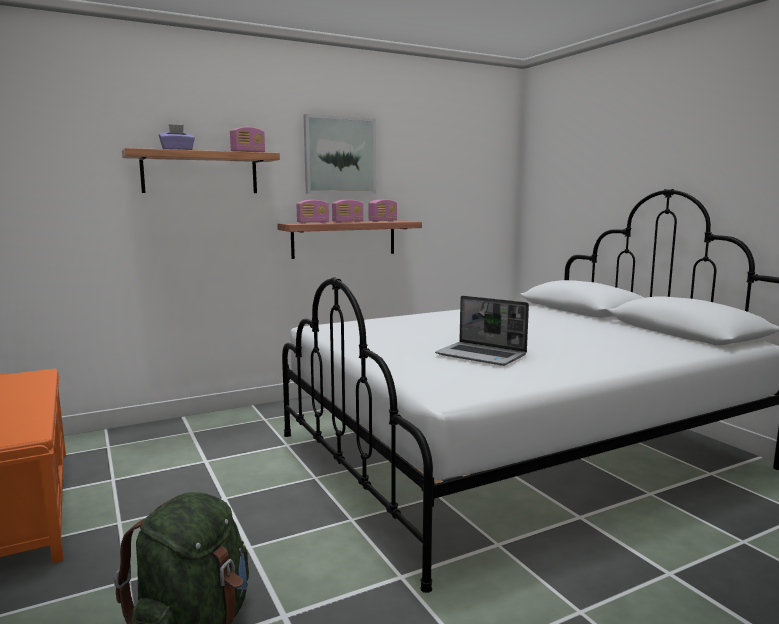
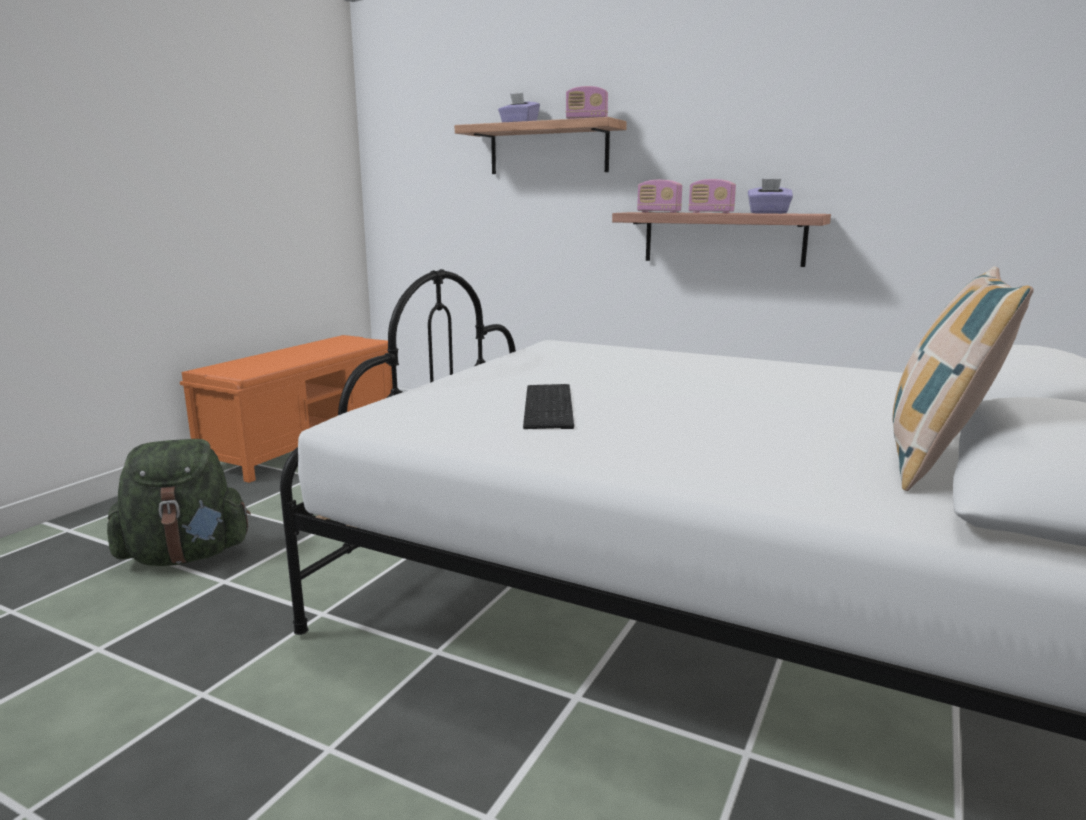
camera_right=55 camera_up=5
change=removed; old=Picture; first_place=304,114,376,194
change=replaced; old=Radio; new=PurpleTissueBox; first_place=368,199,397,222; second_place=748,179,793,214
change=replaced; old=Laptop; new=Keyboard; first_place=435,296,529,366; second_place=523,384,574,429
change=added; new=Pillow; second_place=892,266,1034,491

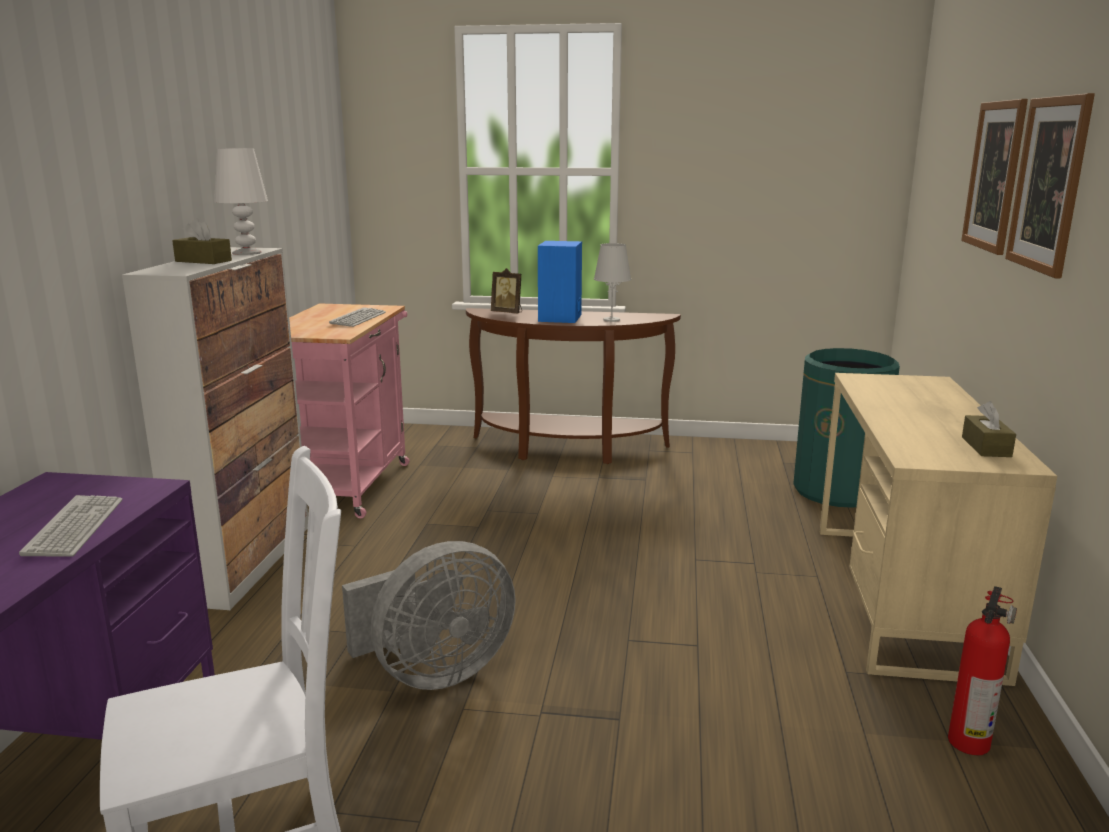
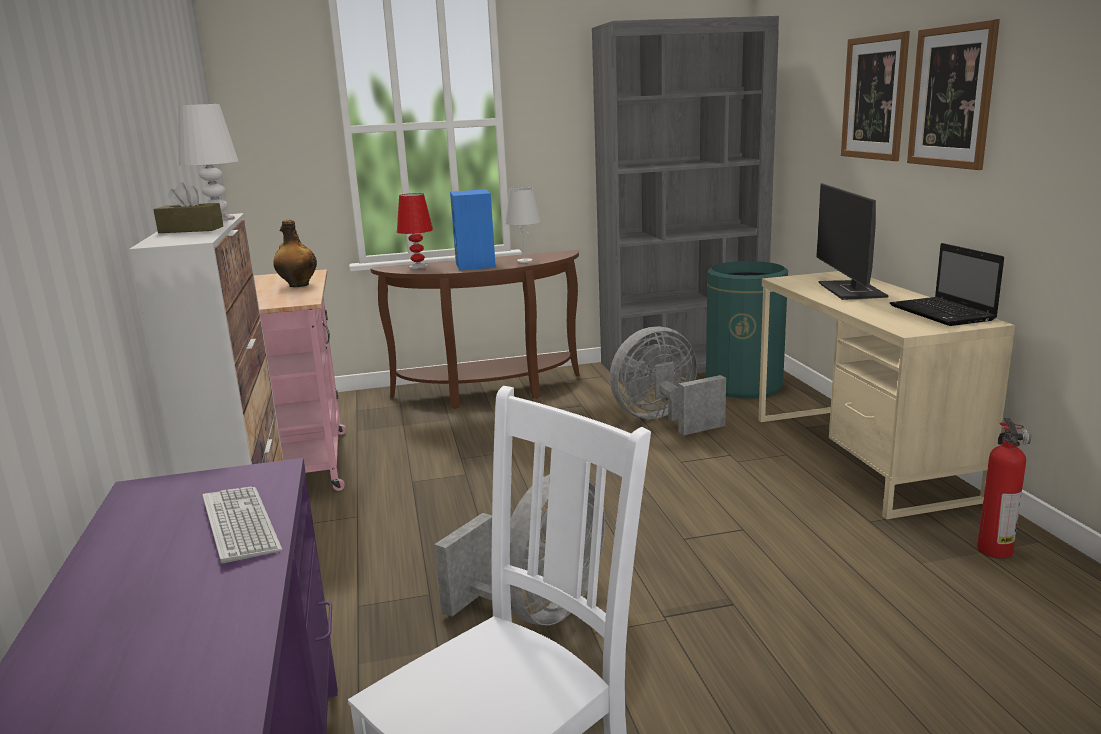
camera_right=-20 camera_up=0
change=replaced; old=Keyboard; new=Bottle; first_place=329,307,386,327; second_place=273,220,317,287
change=replaced; old=PictureFrame; new=RedTableLamp; first_place=491,268,522,313; second_place=397,193,433,269
change=replaced; old=BrownTissueBox; new=Laptop; first_place=962,401,1016,457; second_place=890,243,1004,326
change=added; new=GreyBookcase; second_place=592,16,779,382
change=added; new=GreyFan; second_place=610,326,726,435
change=added; new=Monitor; second_place=816,183,889,300

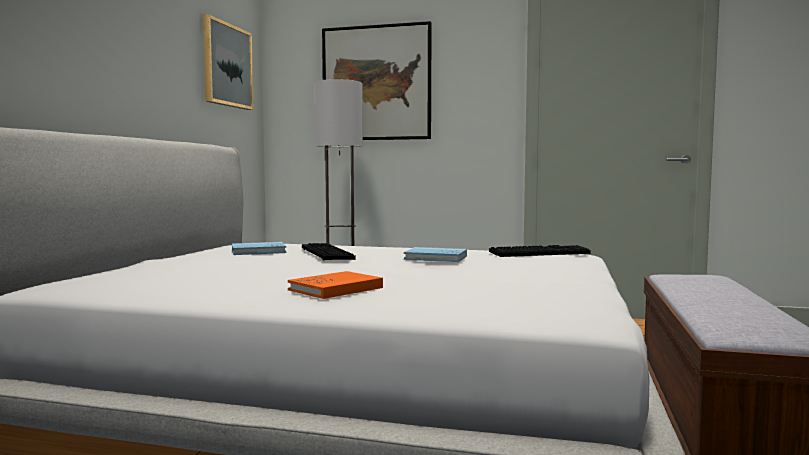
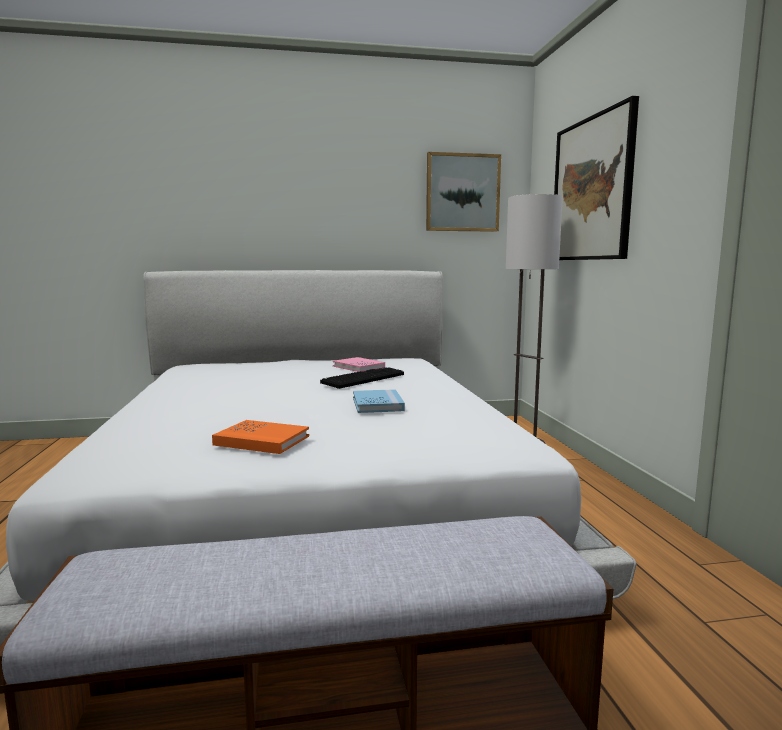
camera_right=65 camera_up=5
change=recoloured; old=BlueBook; new=PinkBook; first_place=232,242,286,255; second_place=333,357,385,372
change=moved; old=OrangeBook; first_place=288,271,383,299; second_place=212,420,309,454
change=removed; old=Keyboard; first_place=489,245,591,257

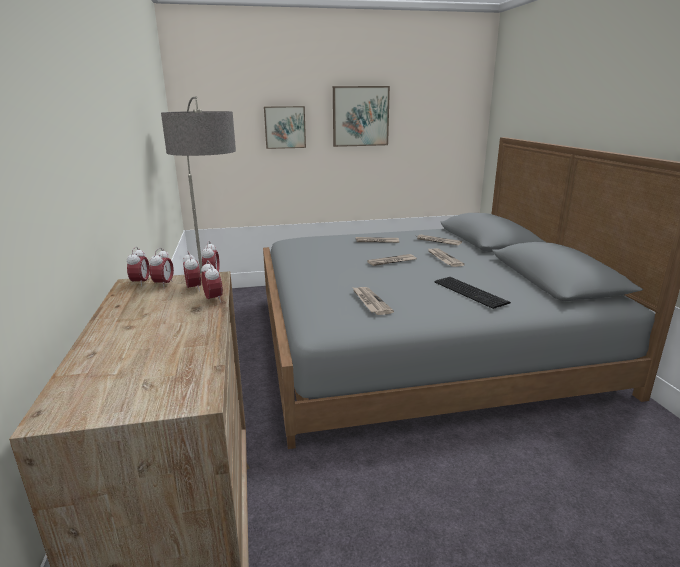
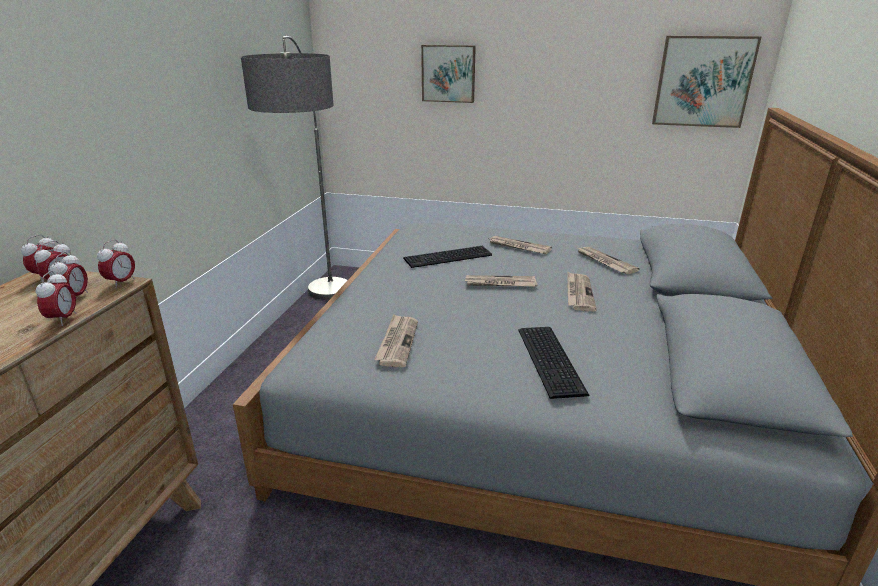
camera_right=25 camera_up=5
change=moved; old=Picture; first_place=333,86,390,147; second_place=652,36,761,128
change=added; new=Keyboard; second_place=403,246,492,268

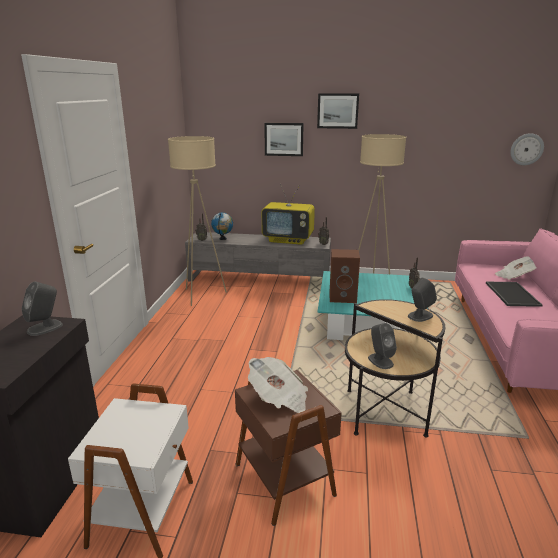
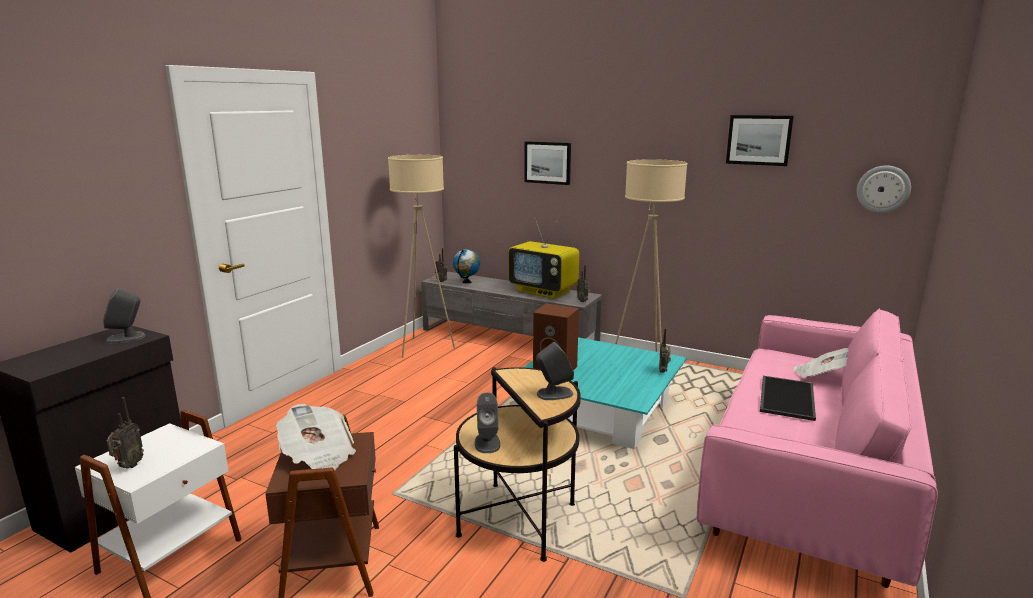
camera_right=20 camera_up=-5
change=moved; old=Picture; first_place=317,93,359,129; second_place=726,115,794,166
change=added; new=Radio; second_place=107,397,144,469

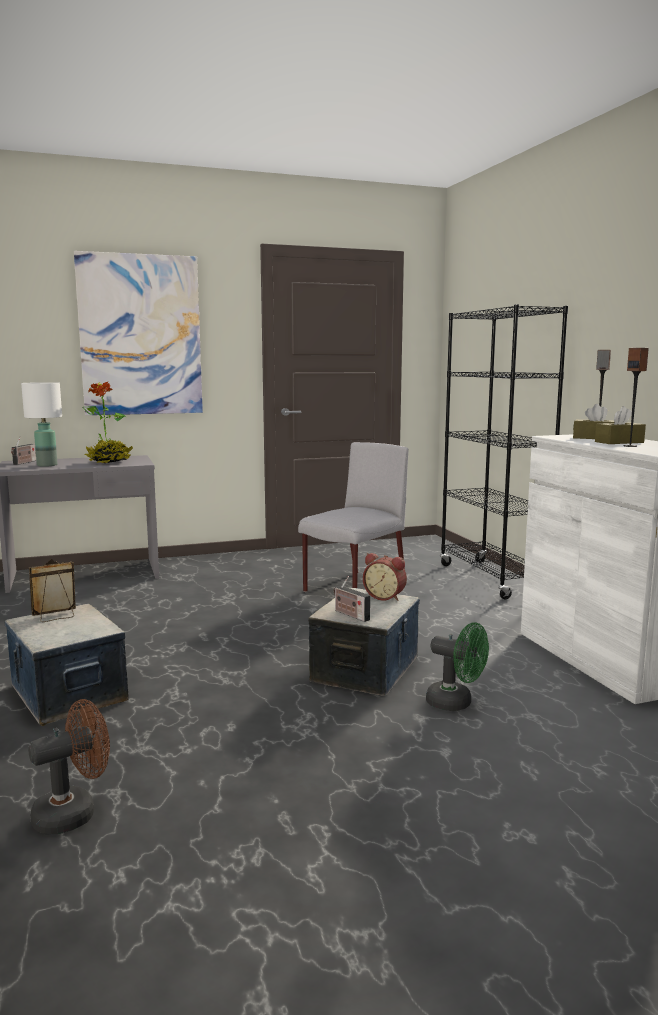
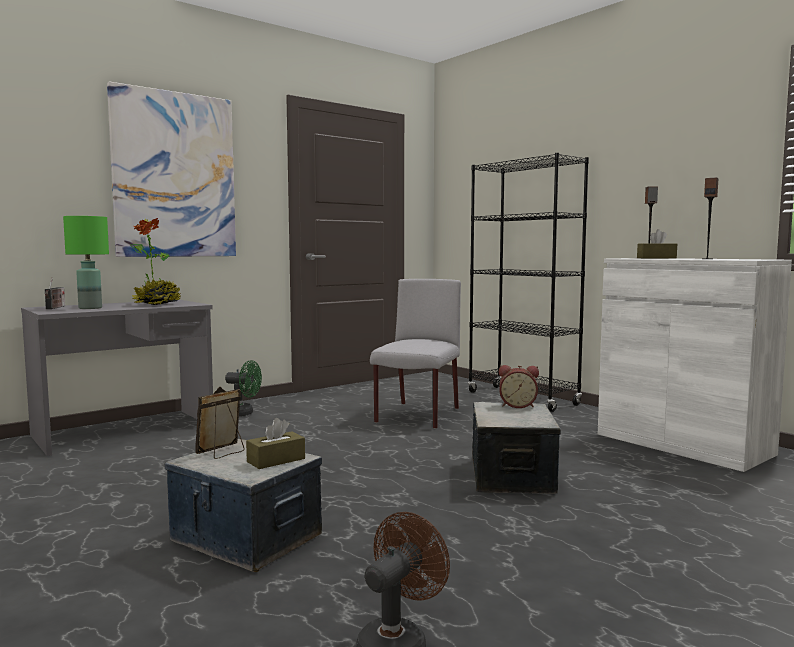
camera_right=-20 camera_up=-5
change=recoloured; old=WhiteTableLamp; new=GreenTableLamp; first_place=21,382,62,467; second_place=63,216,109,309
change=removed; old=Radio; first_place=334,576,370,622
change=moved; old=GreenFan; first_place=426,623,489,711; second_place=225,360,262,416
change=moved; old=BrownTissueBox; first_place=595,406,646,444; second_place=246,418,305,469

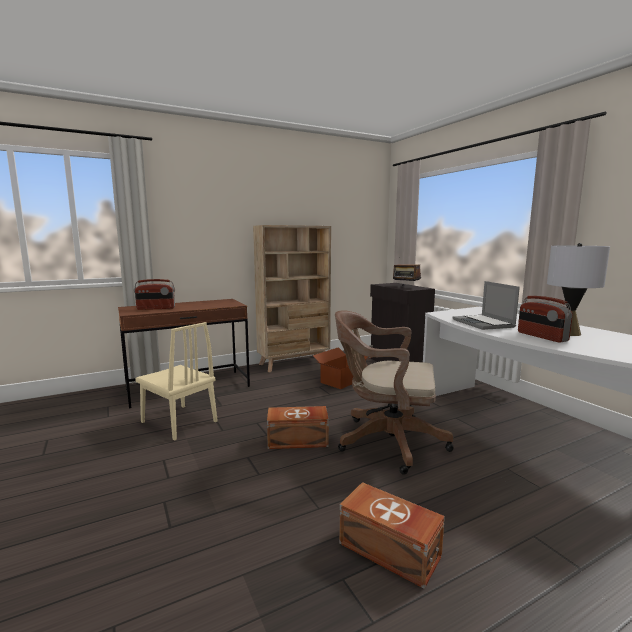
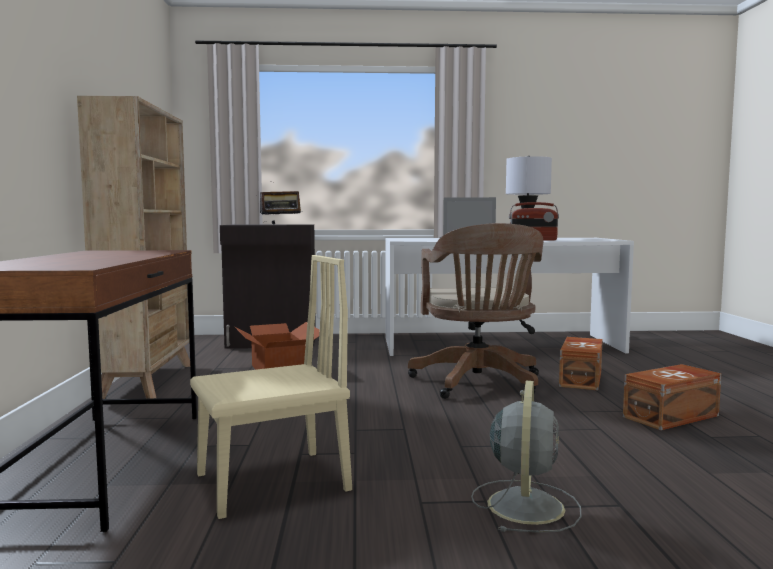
camera_right=-65 camera_up=-5
change=removed; old=Radio; first_place=134,279,175,310
change=moved; old=BrownStorageBox; first_place=267,406,329,449; second_place=559,337,603,390
change=turned; old=BrownOfficeChair; first_place=335,310,454,475; second_place=408,223,543,399; degrees=-45
change=added; new=GreyFan; second_place=471,381,581,533

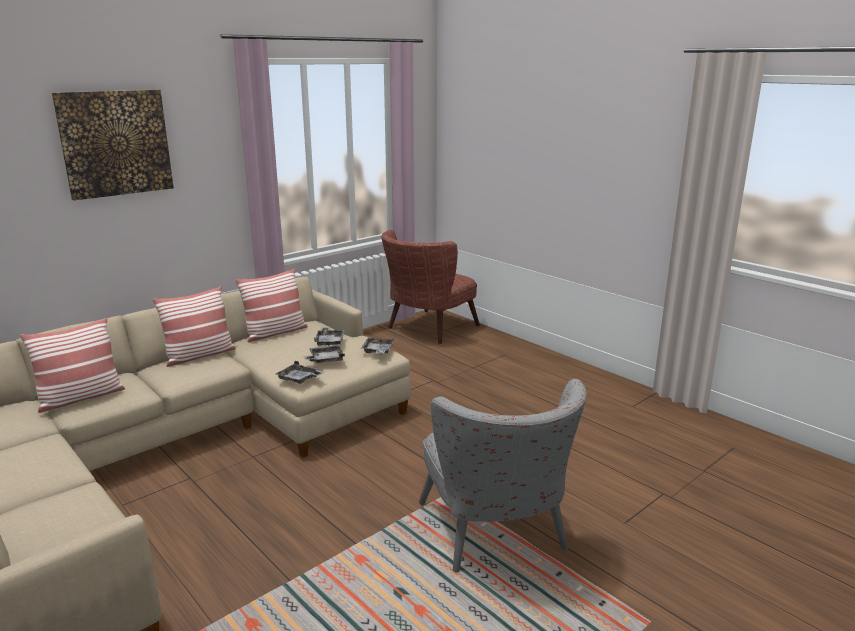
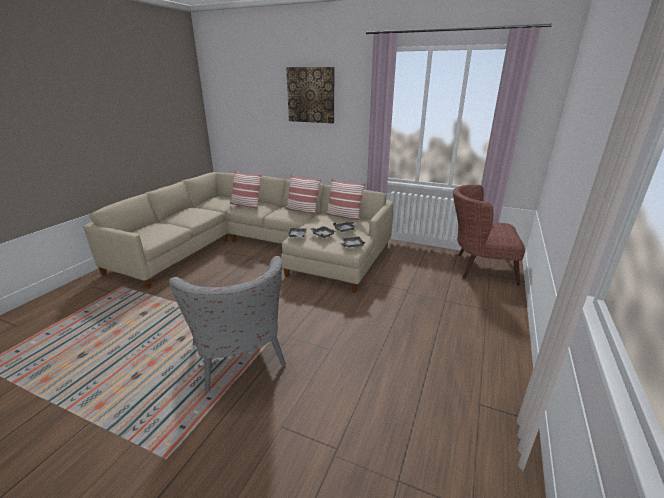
camera_right=65 camera_up=5
change=turned; old=GreyArmchair; first_place=419,379,587,572; second_place=169,256,286,392; degrees=-75

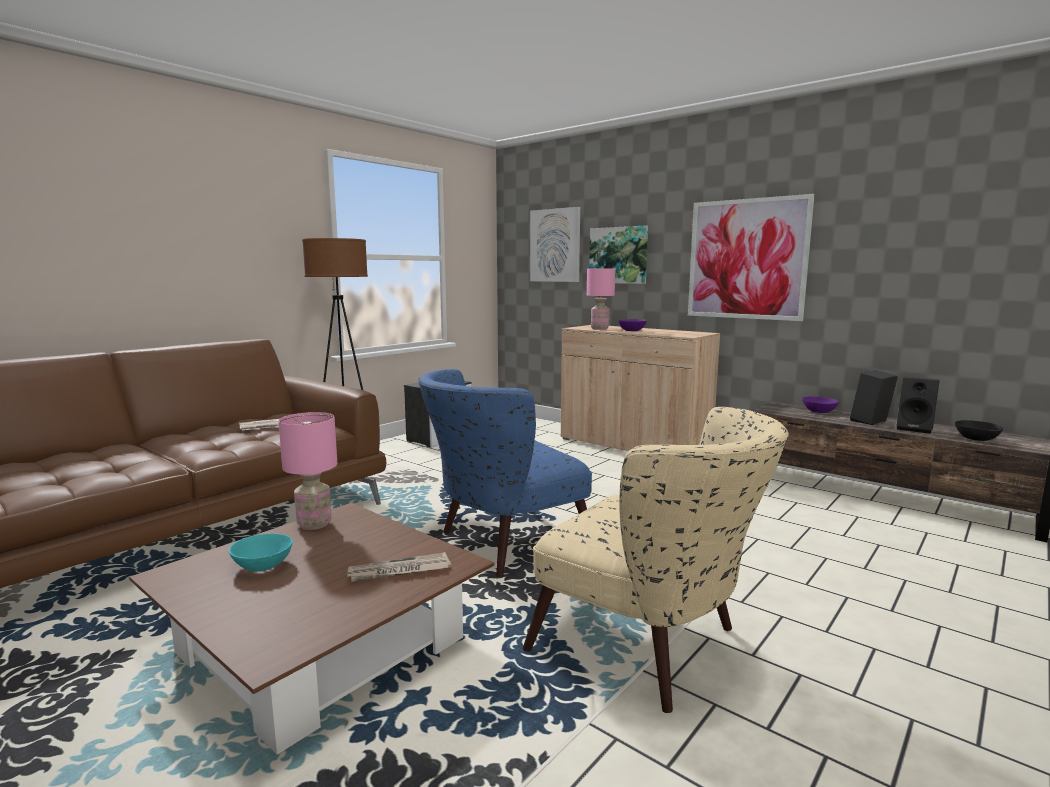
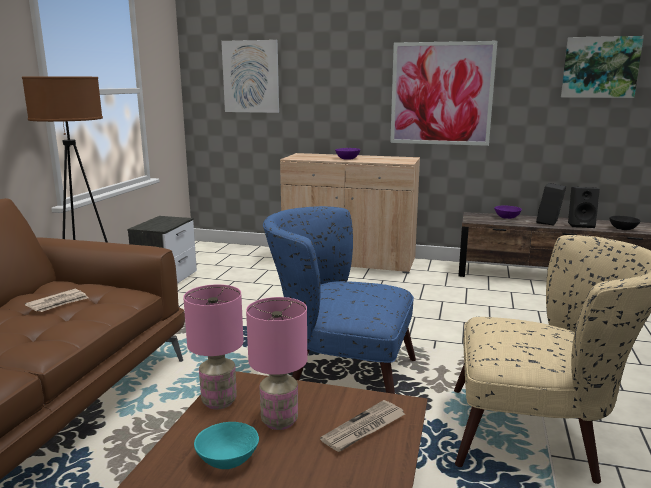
camera_right=-25 camera_up=5
change=turned; old=BlueArmchair; first_place=418,369,592,577; second_place=263,206,416,394; degrees=75
change=moved; old=PinkTableLamp; first_place=587,269,615,330; second_place=246,297,307,430
change=moved; old=Picture; first_place=589,225,648,284; second_place=561,36,644,98

